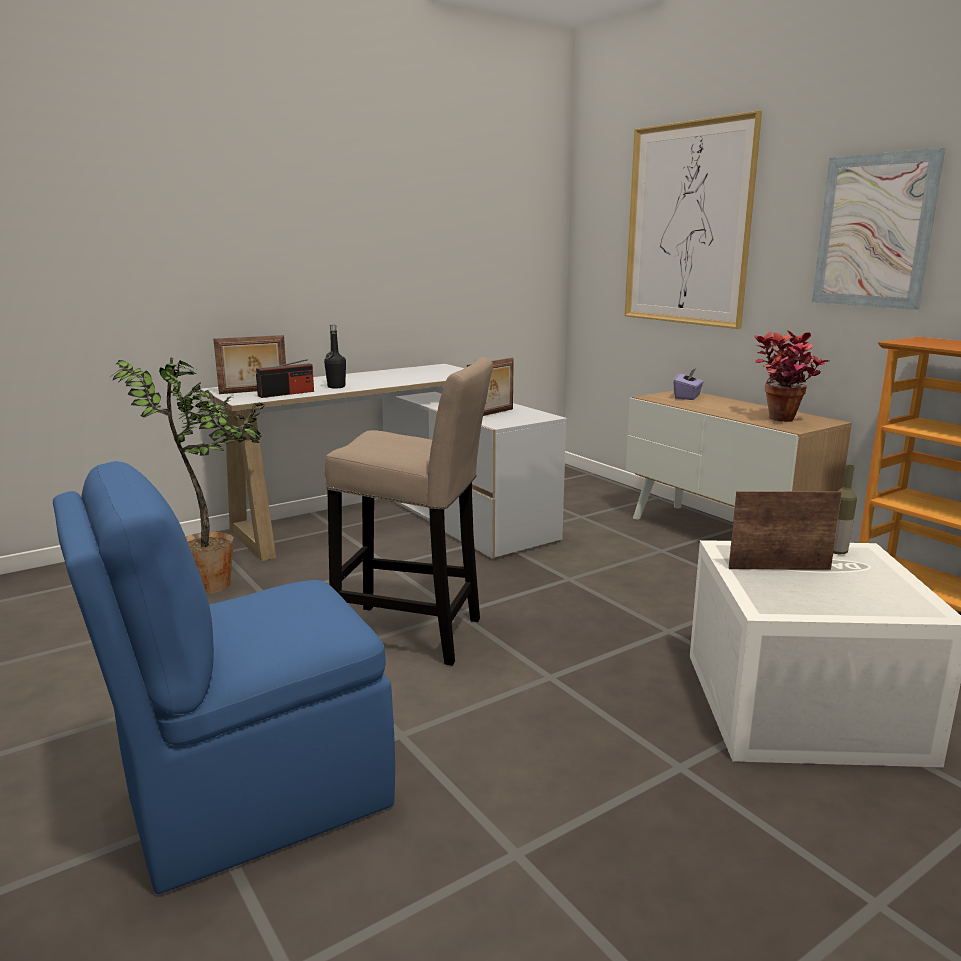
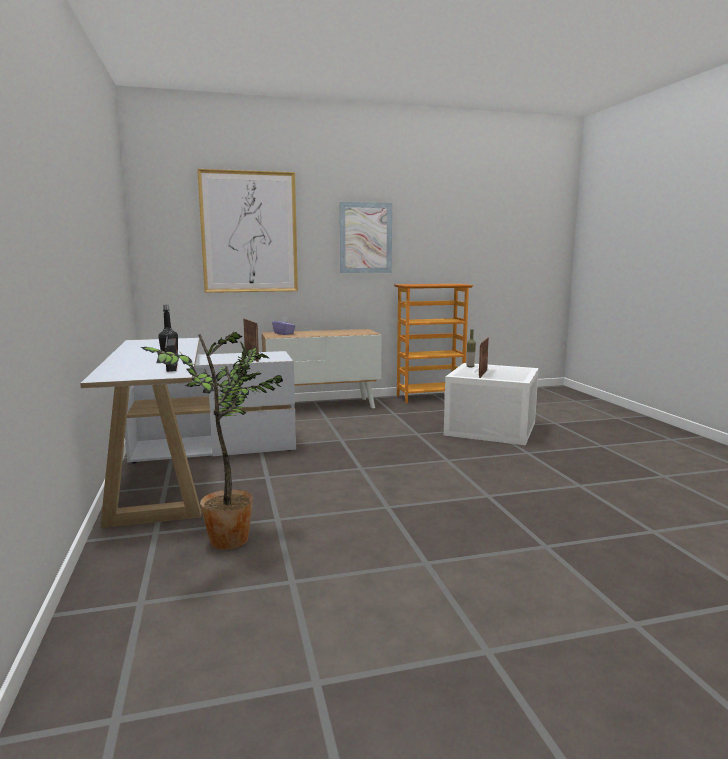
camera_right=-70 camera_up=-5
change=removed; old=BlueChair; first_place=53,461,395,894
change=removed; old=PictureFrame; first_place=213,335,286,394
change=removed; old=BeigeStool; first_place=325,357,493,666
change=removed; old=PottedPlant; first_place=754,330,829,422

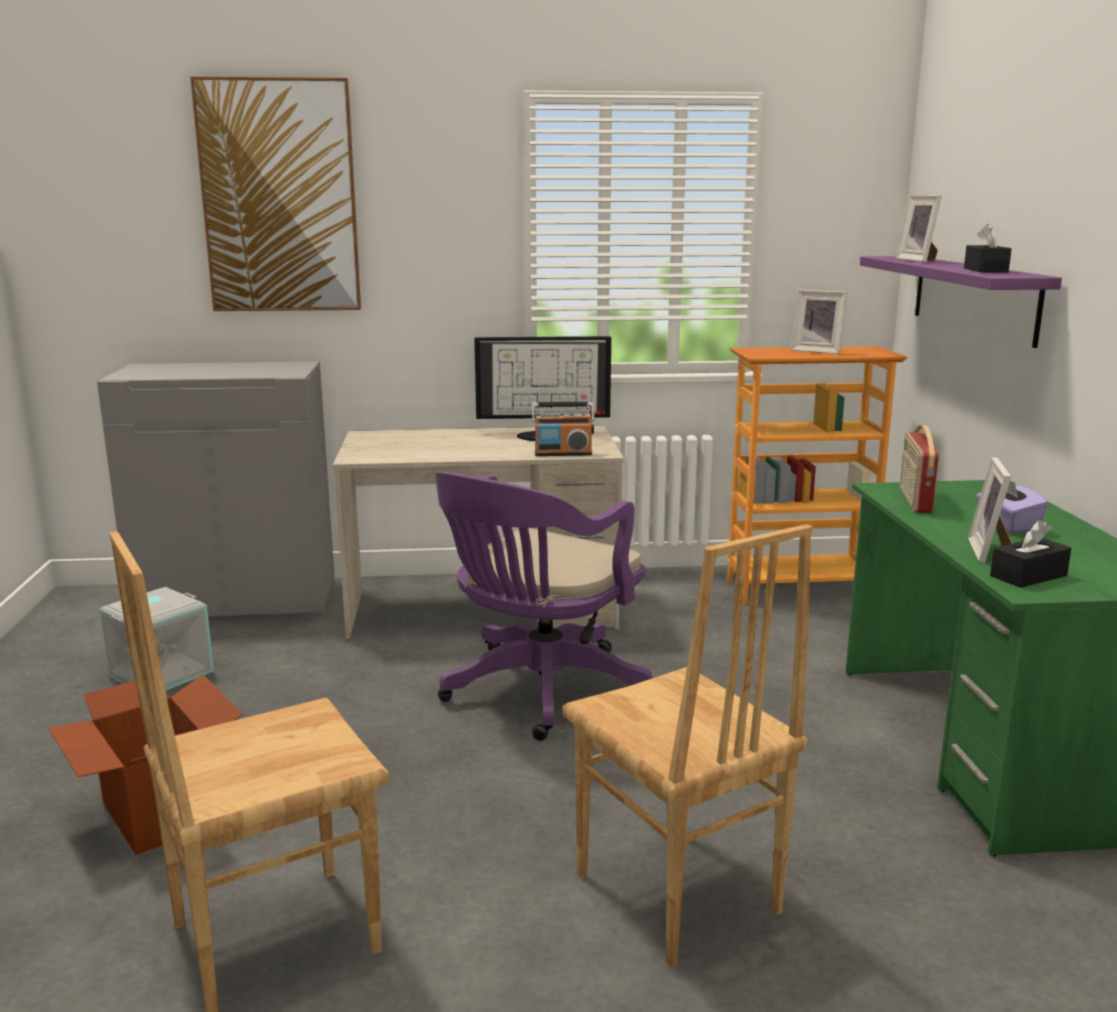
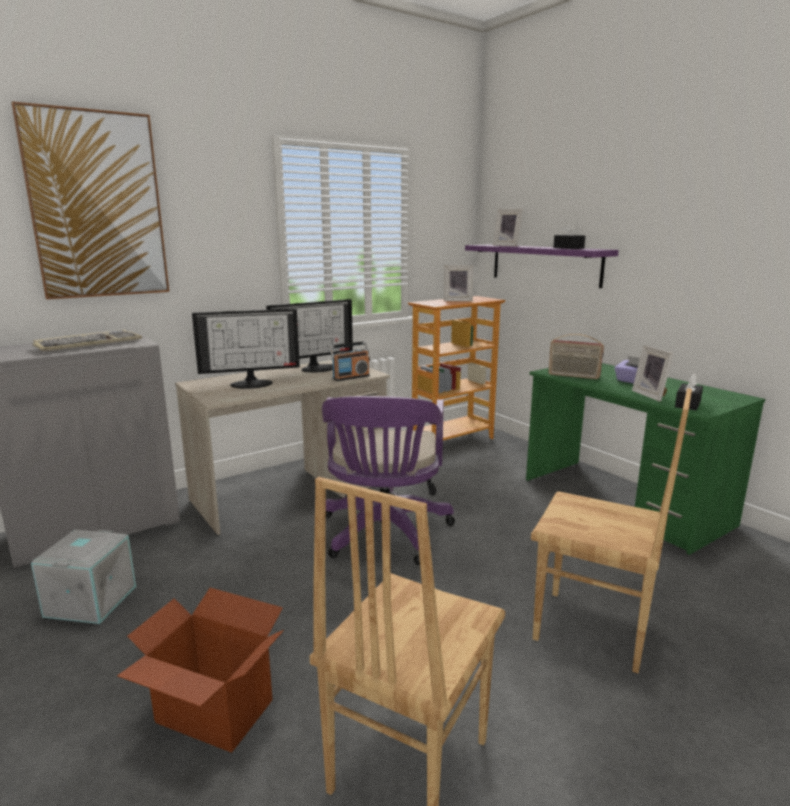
camera_right=-30 camera_up=0
change=turned; old=Radio; first_place=900,425,939,513; second_place=548,334,604,379; degrees=-45
change=added; new=Keyboard; second_place=32,330,142,351
change=added; new=Monitor; second_place=192,309,300,389

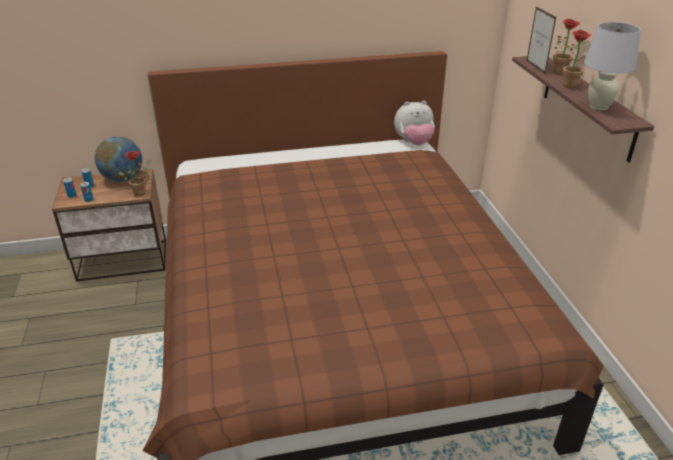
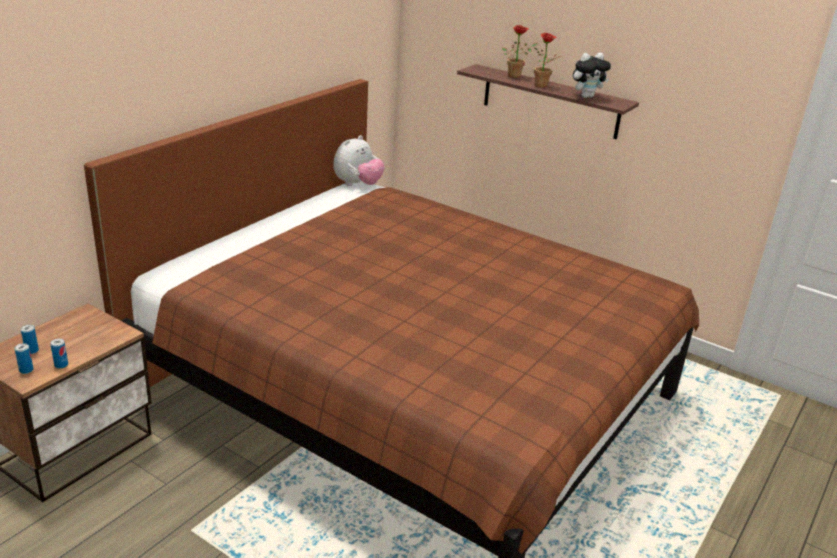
camera_right=-45 camera_up=-5
change=removed; old=Globe; first_place=95,137,142,182
change=removed; old=PottedPlant; first_place=119,151,151,196
change=removed; old=PictureFrame; first_place=526,6,557,74
change=replaced; old=WhiteTableLamp; new=PlushToy; first_place=584,22,641,111; second_place=573,53,611,98

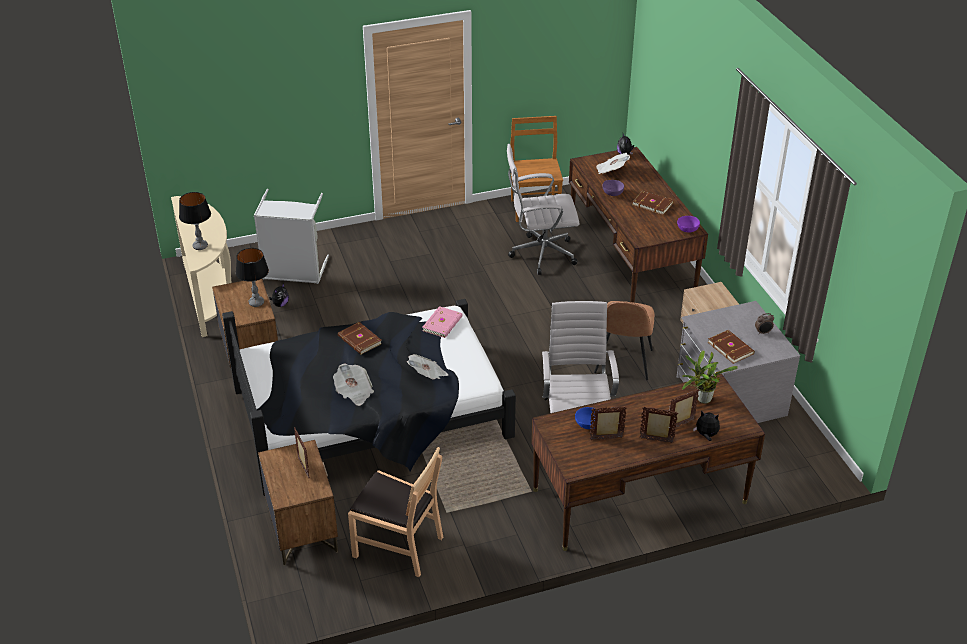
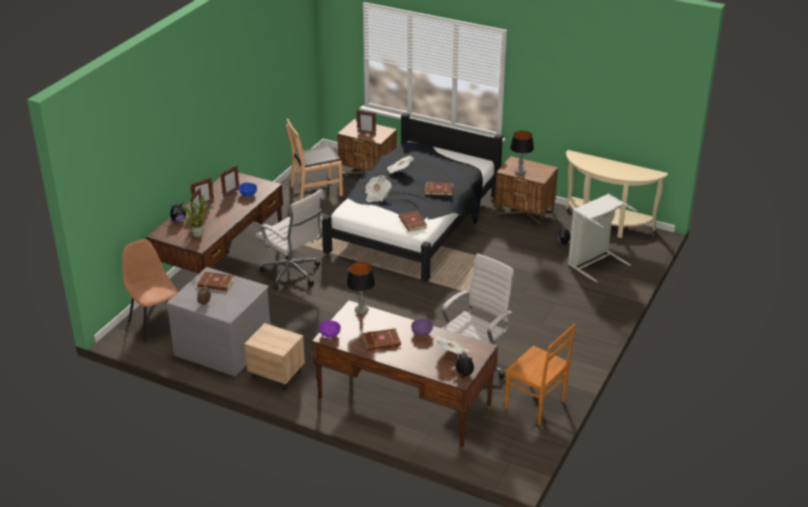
camera_right=135 camera_up=-5
change=moved; old=TableLamp; first_place=179,192,211,250; second_place=347,262,376,315
change=recoloured; old=PinkBook; new=BrownBook; first_place=422,306,463,338; second_place=399,211,427,232
change=moved; old=BrownChair; first_place=594,301,655,380; second_place=122,240,178,342

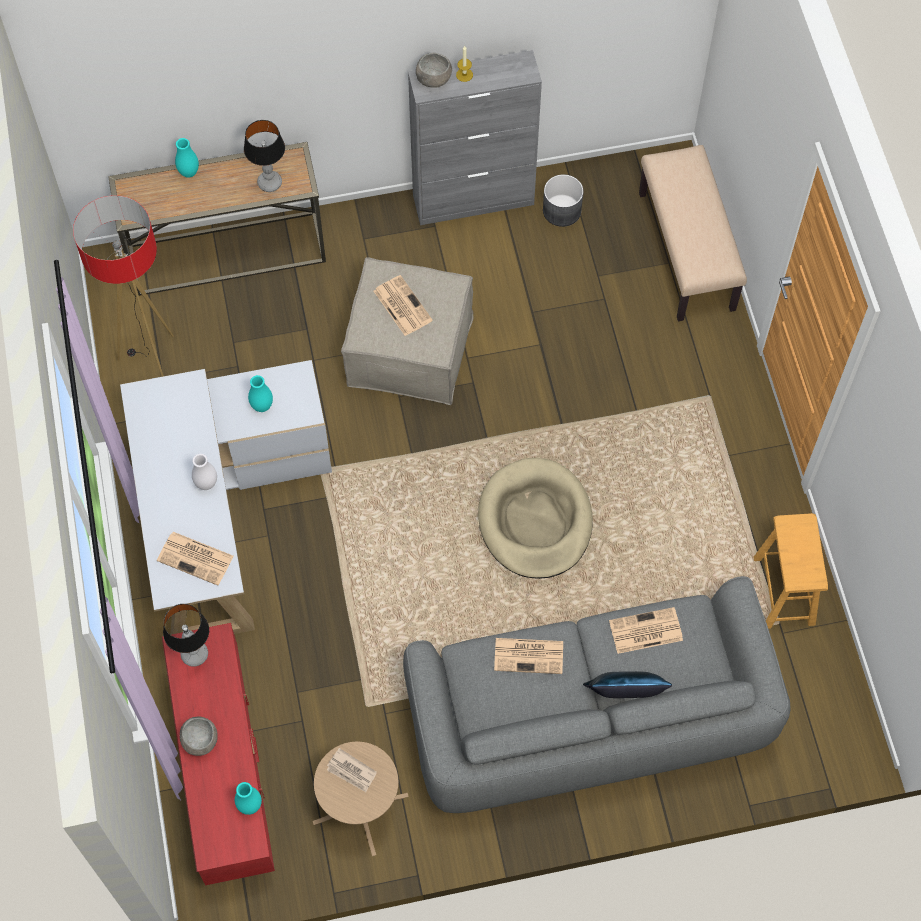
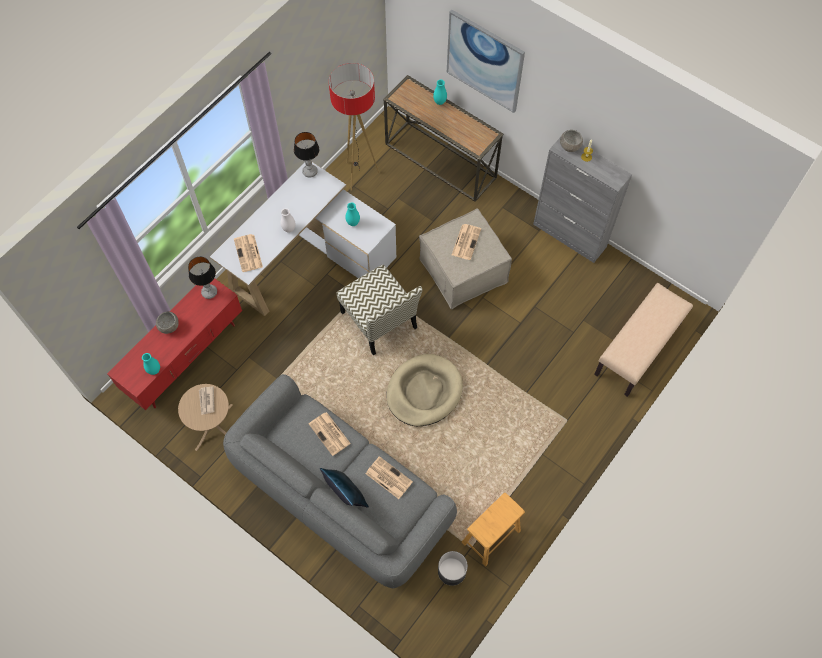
camera_right=50 camera_up=0
change=moved; old=TableLamp; first_place=244,120,285,192; second_place=294,132,319,178
change=moved; old=GreyPlanter; first_place=543,174,584,227; second_place=438,551,468,586
change=added; new=Chair; second_place=337,265,423,356
change=added; new=Picture; second_place=447,10,525,113

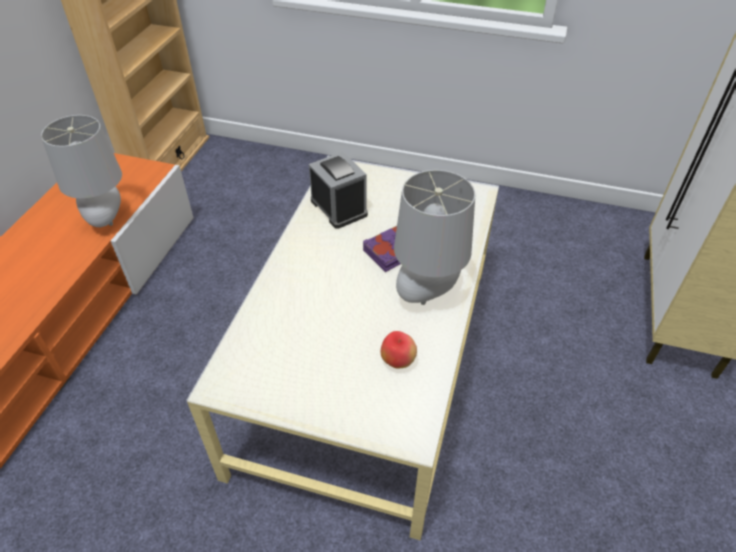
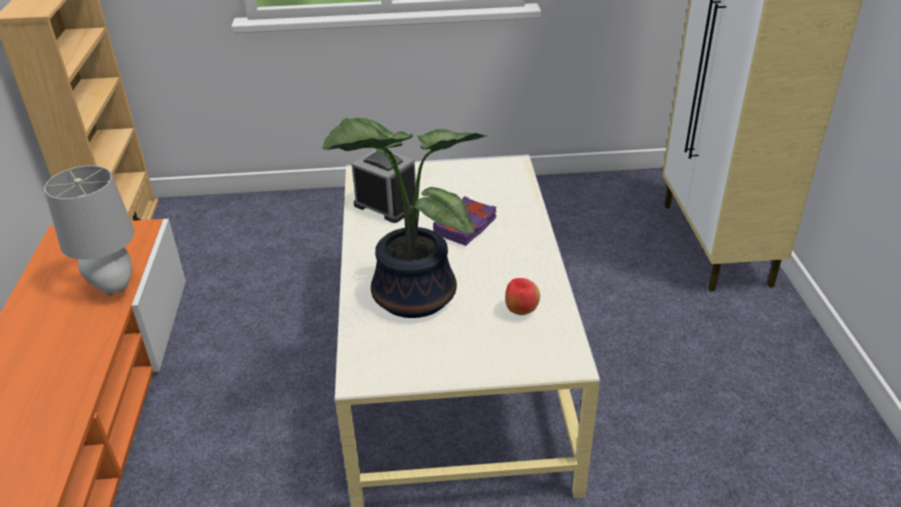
camera_right=-20 camera_up=-10
change=removed; old=GreyTableLamp; first_place=394,170,475,305
change=added; new=PottedPlant; second_place=322,118,488,318

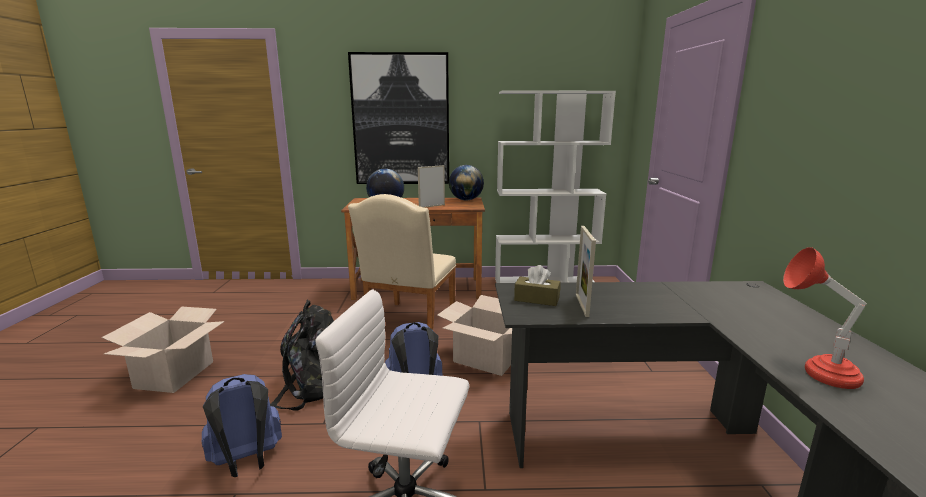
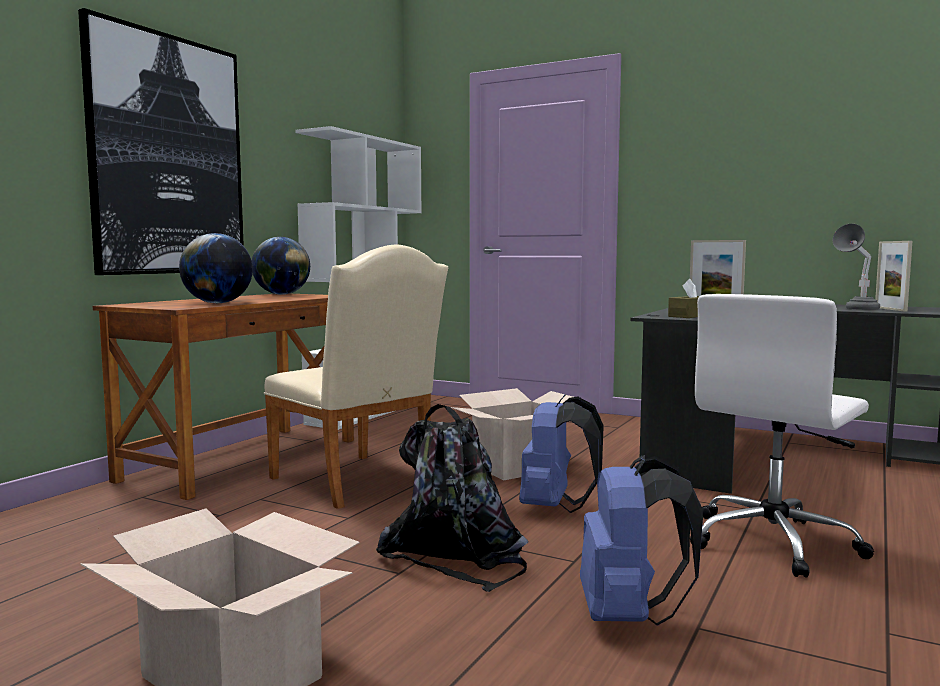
camera_right=-60 camera_up=-10
change=moved; old=PictureFrame; first_place=418,165,445,208; second_place=875,241,912,311
change=recoloured; old=RedTableLamp; new=GreyTableLamp; first_place=783,247,867,389; second_place=833,224,880,310

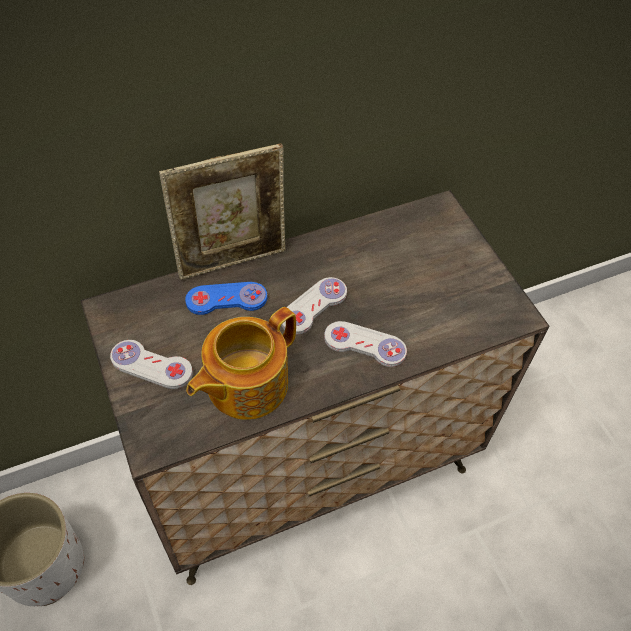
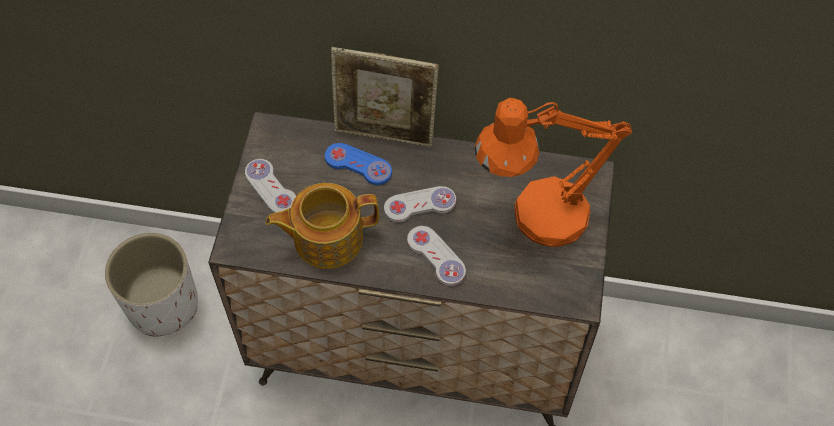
camera_right=35 camera_up=5
change=added; new=OrangeTableLamp; second_place=475,98,632,247

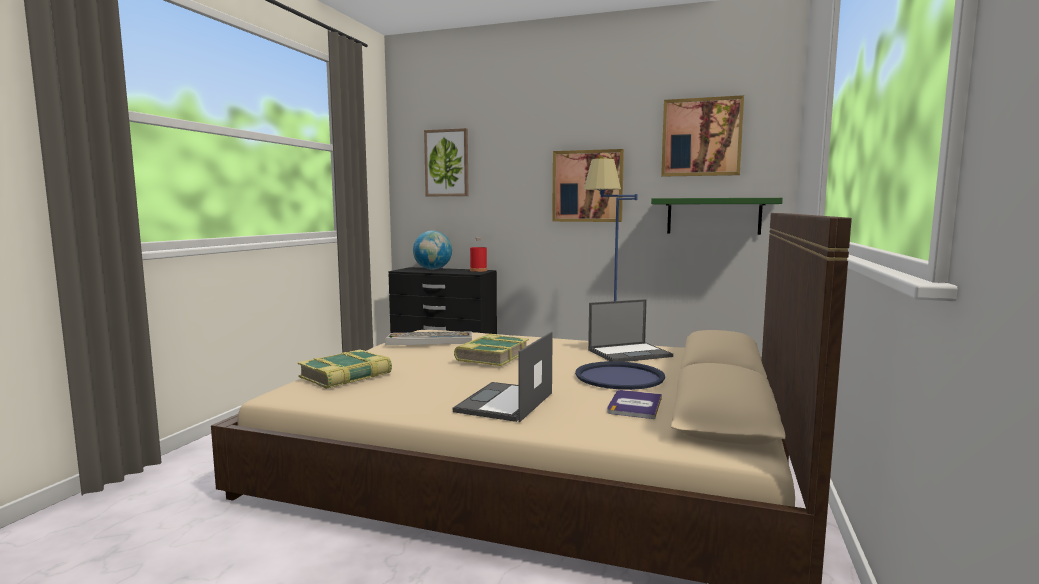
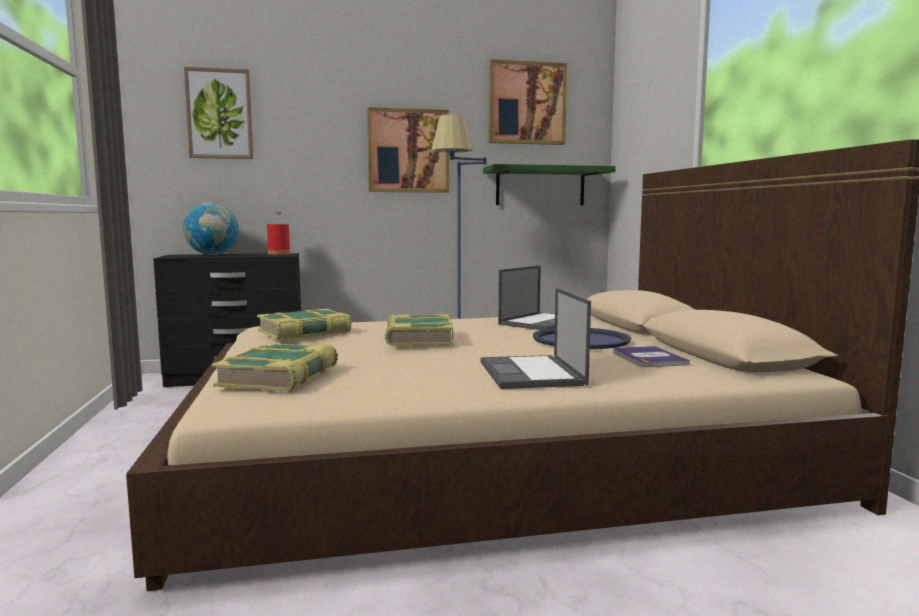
camera_right=-30 camera_up=0
change=replaced; old=Keyboard; new=Book; first_place=385,331,472,345; second_place=257,309,351,340

